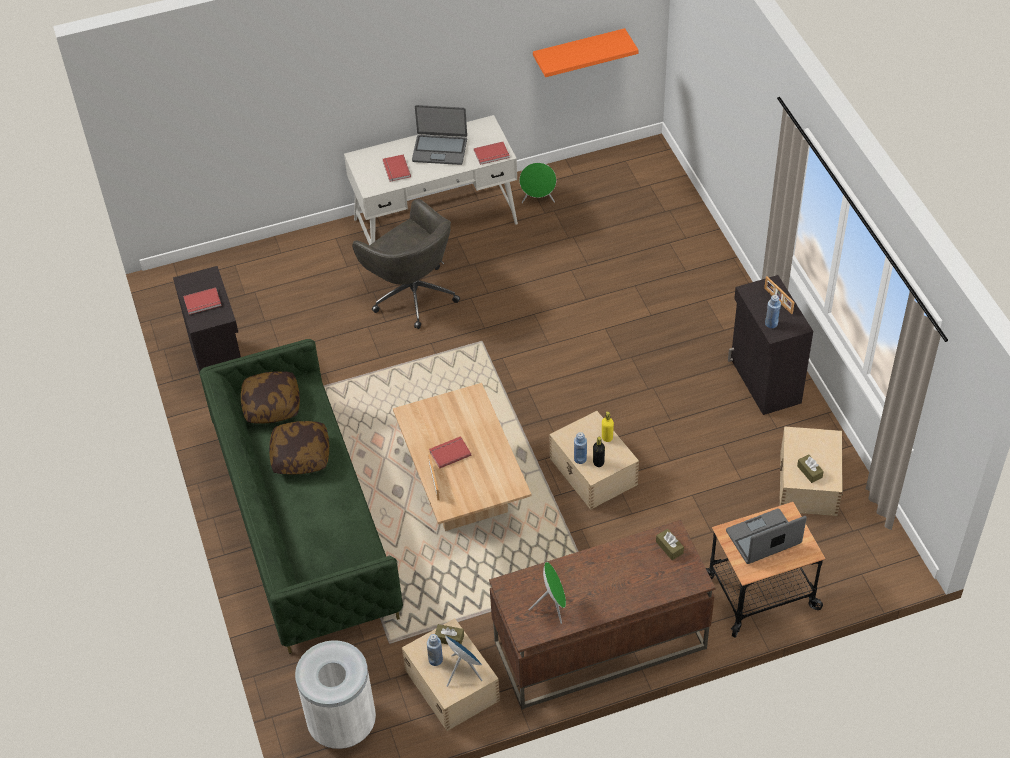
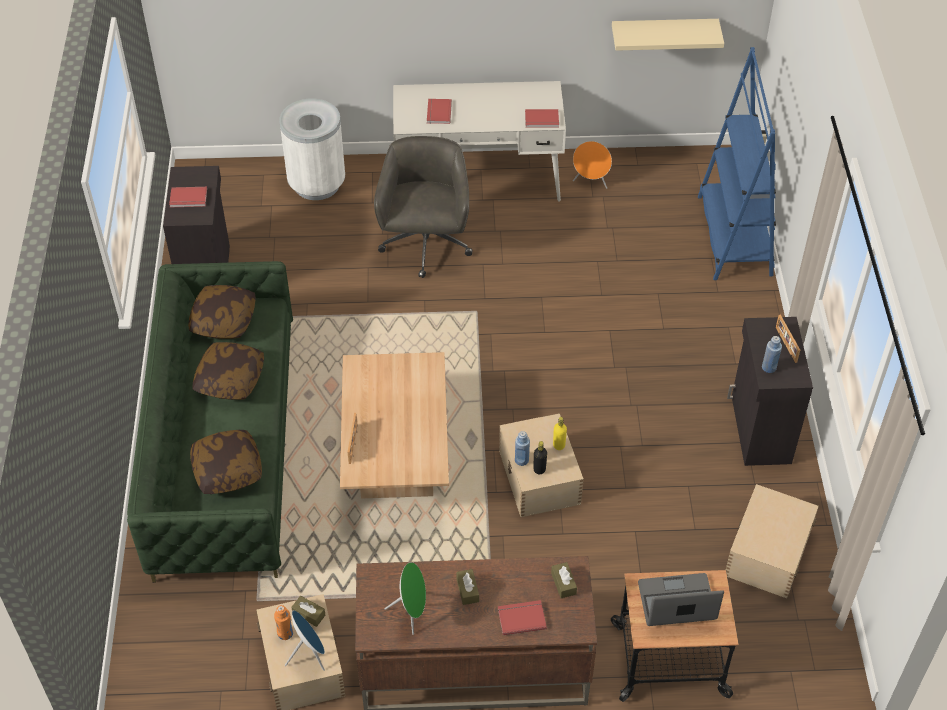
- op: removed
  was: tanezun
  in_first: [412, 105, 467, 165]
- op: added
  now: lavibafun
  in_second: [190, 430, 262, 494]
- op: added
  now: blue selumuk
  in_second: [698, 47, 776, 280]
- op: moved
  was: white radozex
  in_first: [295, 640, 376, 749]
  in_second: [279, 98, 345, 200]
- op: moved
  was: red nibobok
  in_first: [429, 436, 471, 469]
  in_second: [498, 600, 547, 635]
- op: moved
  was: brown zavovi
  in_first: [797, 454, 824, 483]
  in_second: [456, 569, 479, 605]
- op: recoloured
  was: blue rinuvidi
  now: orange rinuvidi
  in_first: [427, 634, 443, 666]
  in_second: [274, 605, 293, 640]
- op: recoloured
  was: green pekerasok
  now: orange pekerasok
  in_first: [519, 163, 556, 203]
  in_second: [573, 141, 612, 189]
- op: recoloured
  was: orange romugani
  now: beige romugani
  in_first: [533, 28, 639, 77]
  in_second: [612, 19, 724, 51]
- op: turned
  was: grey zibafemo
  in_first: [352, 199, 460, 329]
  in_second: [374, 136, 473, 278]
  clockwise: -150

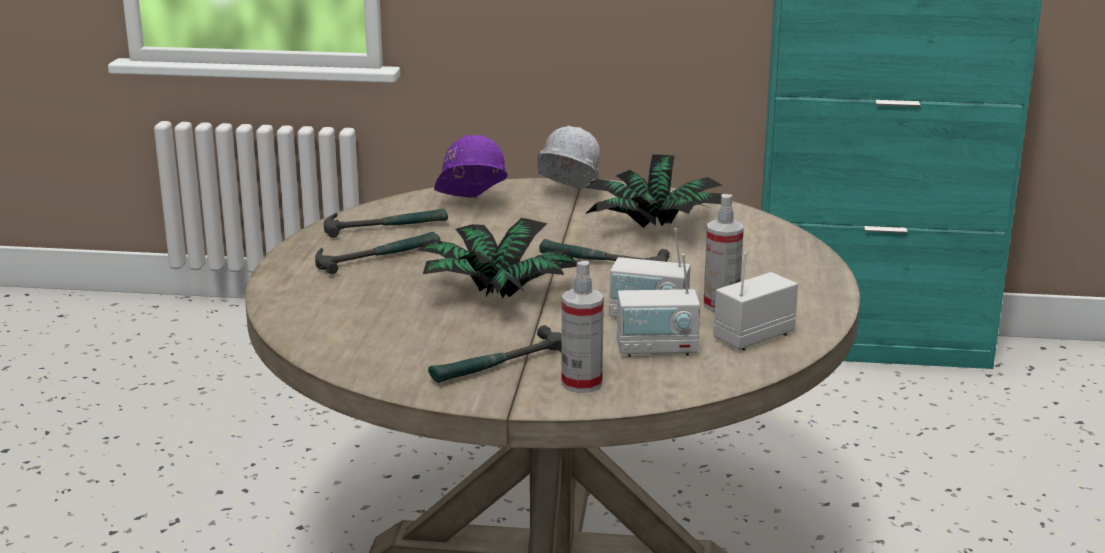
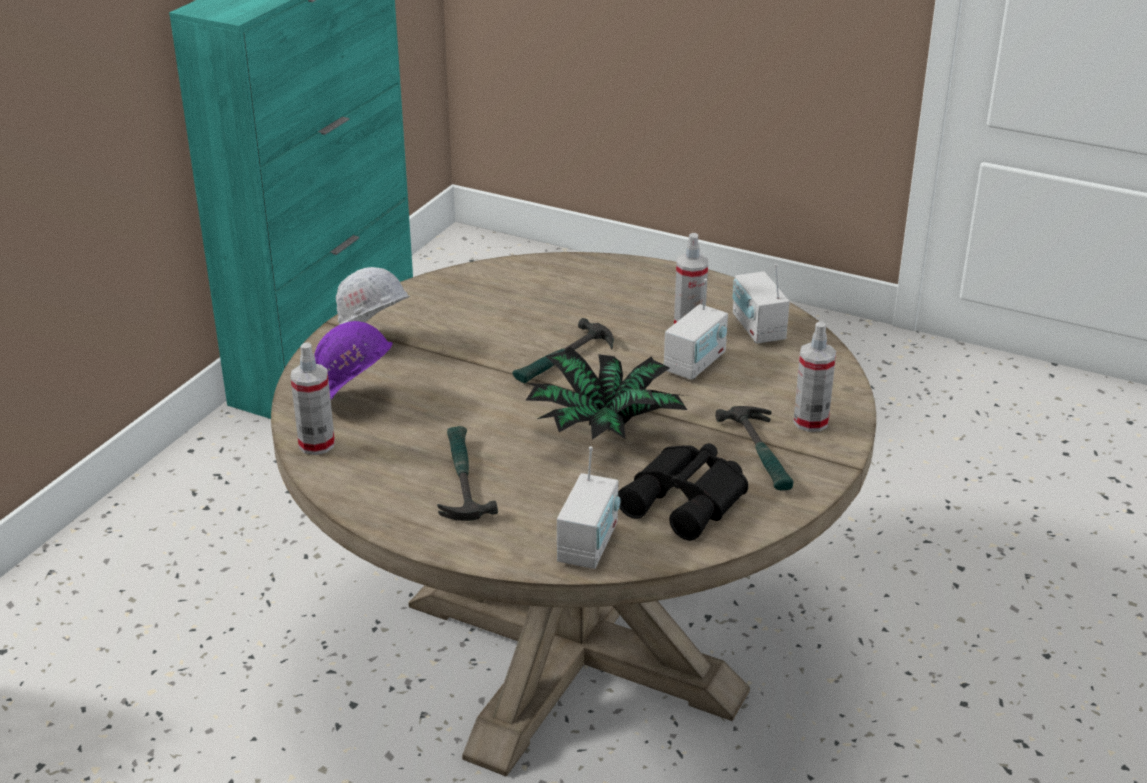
- op: removed
  was: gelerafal
  in_first: [324, 208, 448, 238]
- op: removed
  was: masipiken
  in_first: [585, 154, 722, 228]
- op: added
  now: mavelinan
  in_second: [290, 342, 335, 455]
- op: added
  now: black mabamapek
  in_second: [618, 443, 748, 540]
- op: moved
  was: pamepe
  in_first: [617, 254, 700, 357]
  in_second: [557, 446, 620, 569]

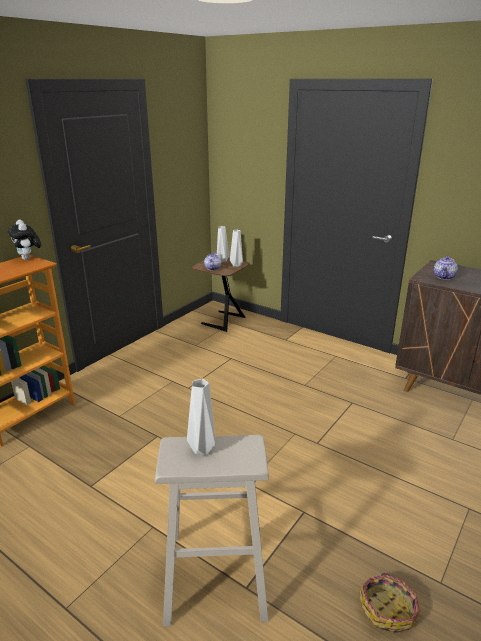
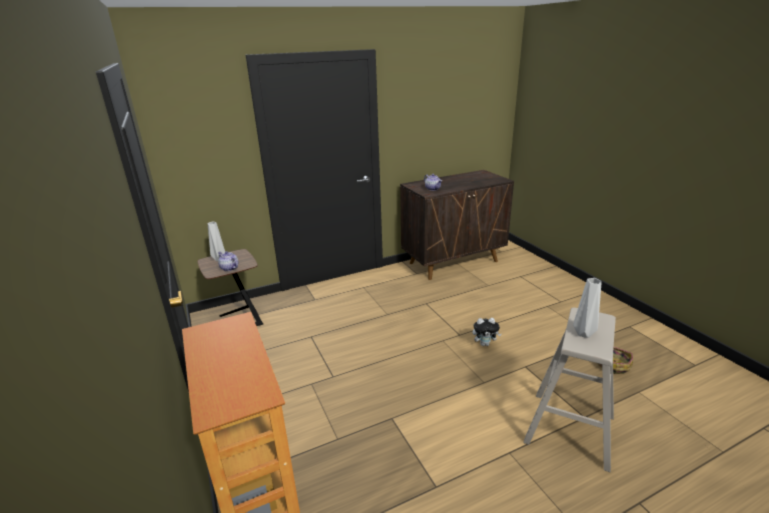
- op: removed
  was: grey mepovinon
  in_first: [230, 230, 243, 267]
- op: moved
  was: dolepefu
  in_first: [7, 220, 41, 260]
  in_second: [473, 318, 501, 346]

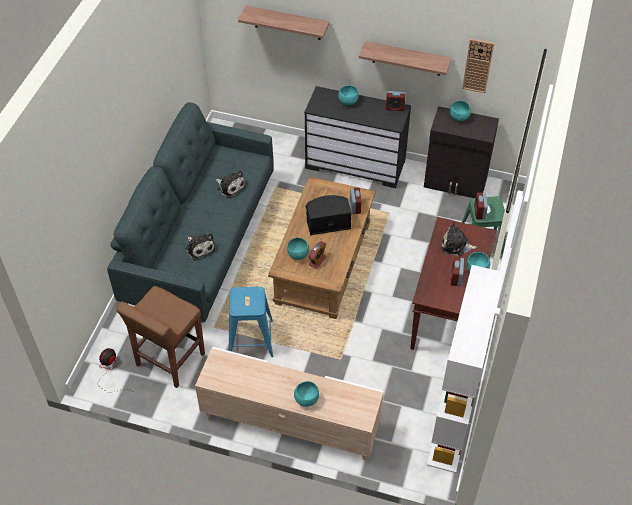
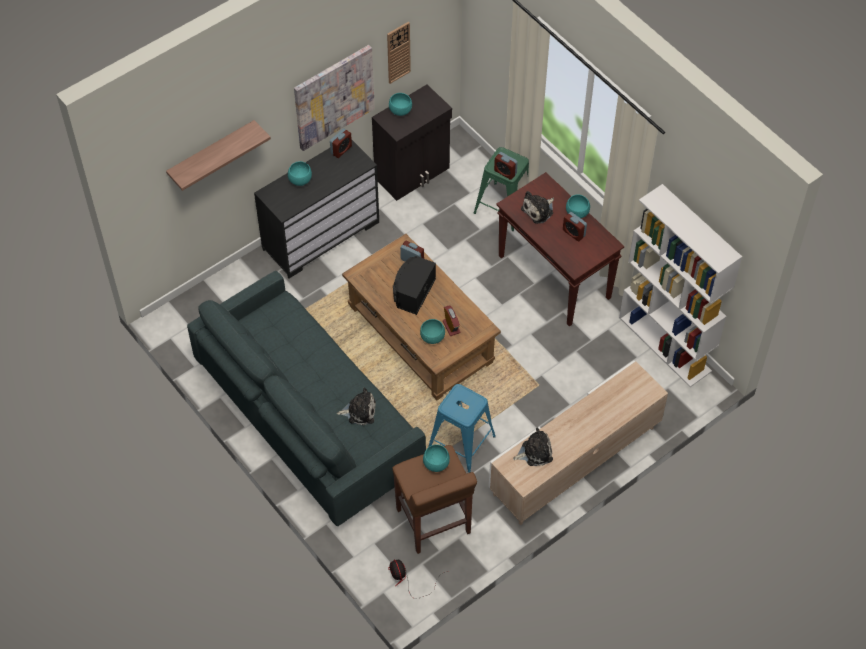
- op: moved
  was: dolepefu
  in_first: [215, 170, 246, 198]
  in_second: [513, 428, 553, 466]
- op: moved
  was: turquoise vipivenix
  in_first: [294, 381, 319, 407]
  in_second: [423, 444, 450, 472]
- op: replaced
  was: romugani
  now: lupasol
  in_first: [359, 41, 451, 76]
  in_second: [294, 45, 375, 151]

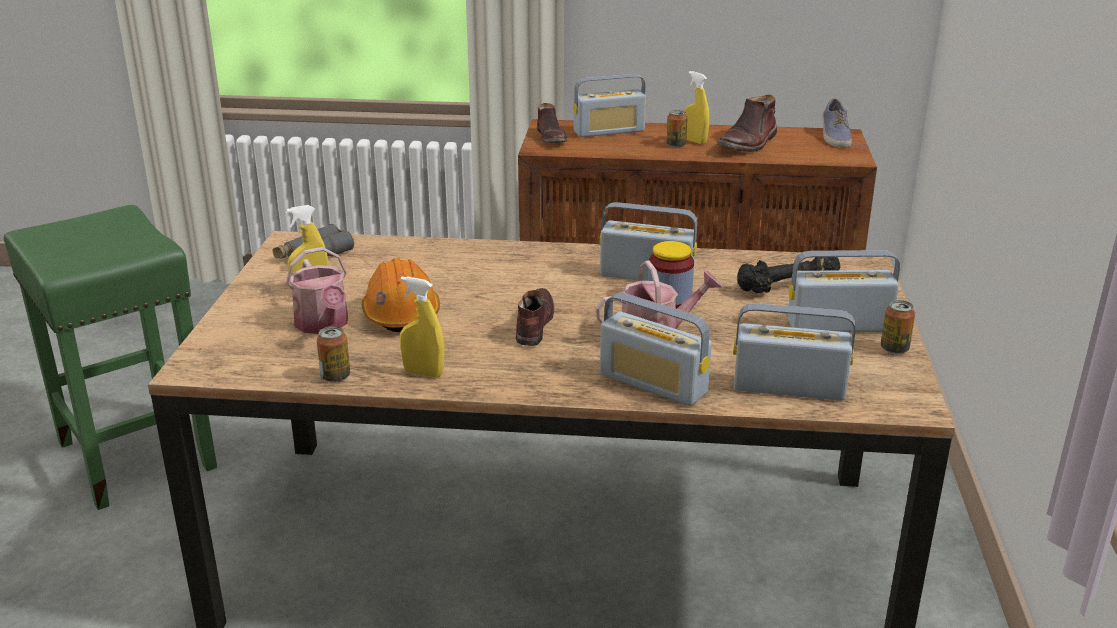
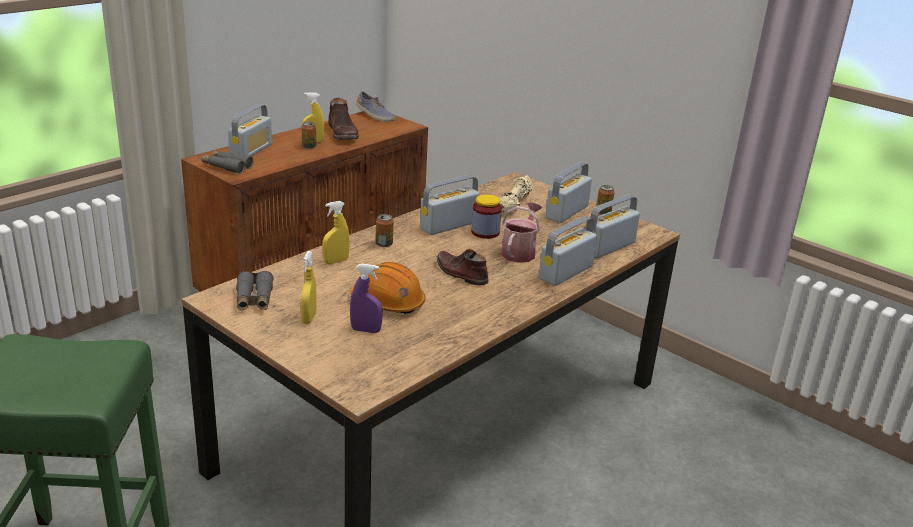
- op: moved
  was: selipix
  in_first: [317, 326, 350, 382]
  in_second: [375, 214, 394, 247]
- op: moved
  was: yellow mavelinan
  in_first: [400, 276, 444, 378]
  in_second: [323, 201, 350, 264]
- op: replaced
  was: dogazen
  now: purple mavelinan
  in_first: [286, 247, 348, 334]
  in_second: [350, 263, 383, 333]
- op: replaced
  was: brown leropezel
  now: grey mabamapek
  in_first: [537, 103, 567, 143]
  in_second: [201, 151, 253, 174]
- op: recoloured
  was: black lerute
  now: beige lerute
  in_first: [737, 257, 841, 293]
  in_second: [500, 175, 532, 213]
- op: turned
  was: pamepe
  in_first: [600, 293, 712, 406]
  in_second: [539, 216, 597, 286]
  clockwise: 150

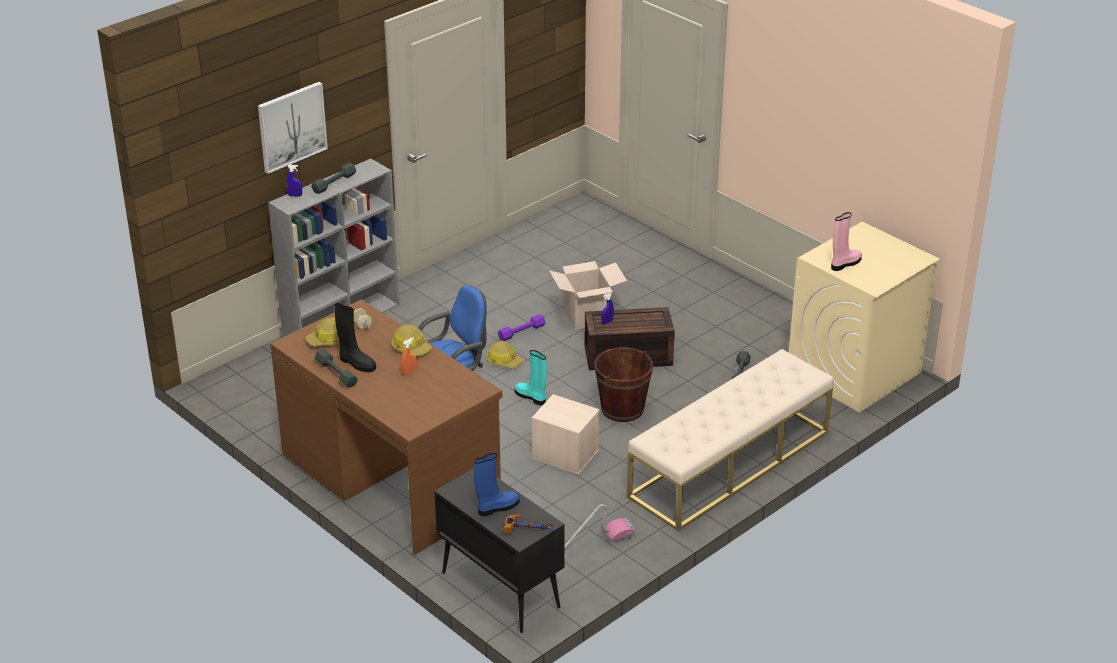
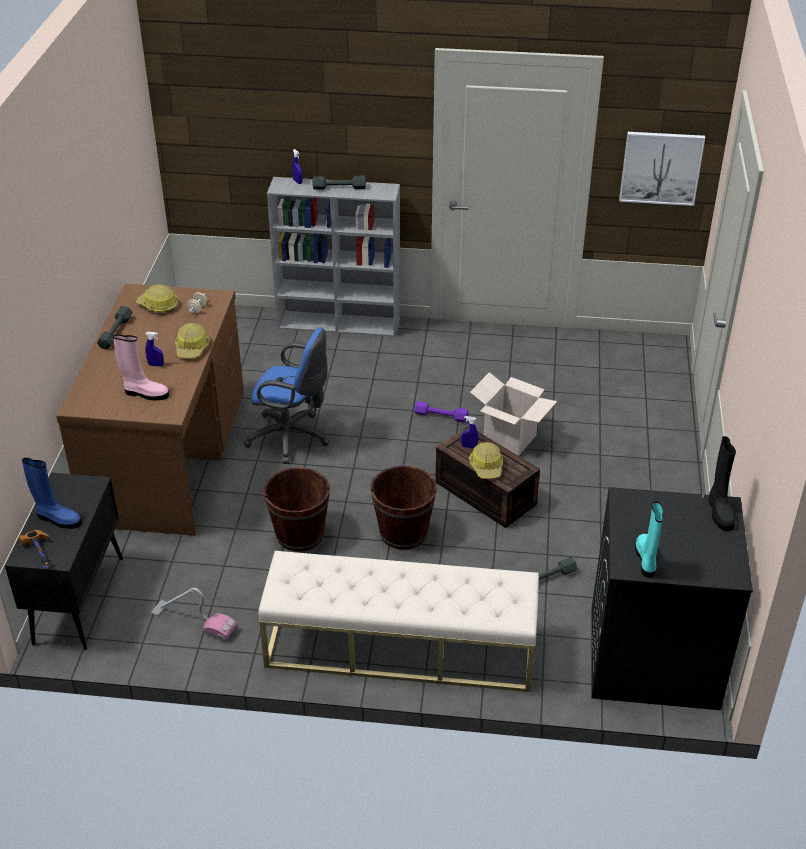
- op: moved
  was: lupasol
  in_first: [258, 82, 328, 174]
  in_second: [619, 132, 705, 206]
- op: moved
  was: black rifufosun
  in_first: [334, 303, 376, 372]
  in_second: [709, 436, 736, 531]
- op: moved
  was: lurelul
  in_first: [486, 341, 524, 369]
  in_second: [469, 442, 503, 479]
- op: moved
  was: turquoise rifufosun
  in_first: [515, 350, 547, 405]
  in_second: [635, 501, 663, 578]
- op: moved
  was: pink rifufosun
  in_first: [831, 212, 862, 271]
  in_second: [113, 334, 169, 400]
- op: replaced
  was: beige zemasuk
  now: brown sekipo
  in_first: [532, 394, 600, 475]
  in_second: [263, 467, 330, 552]
- op: recoloured
  was: orange mavelinan
  now: blue mavelinan
  in_first: [401, 338, 417, 375]
  in_second: [145, 332, 164, 367]
- op: recoloured
  was: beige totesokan
  now: black totesokan
  in_first: [789, 222, 940, 413]
  in_second: [591, 487, 753, 710]

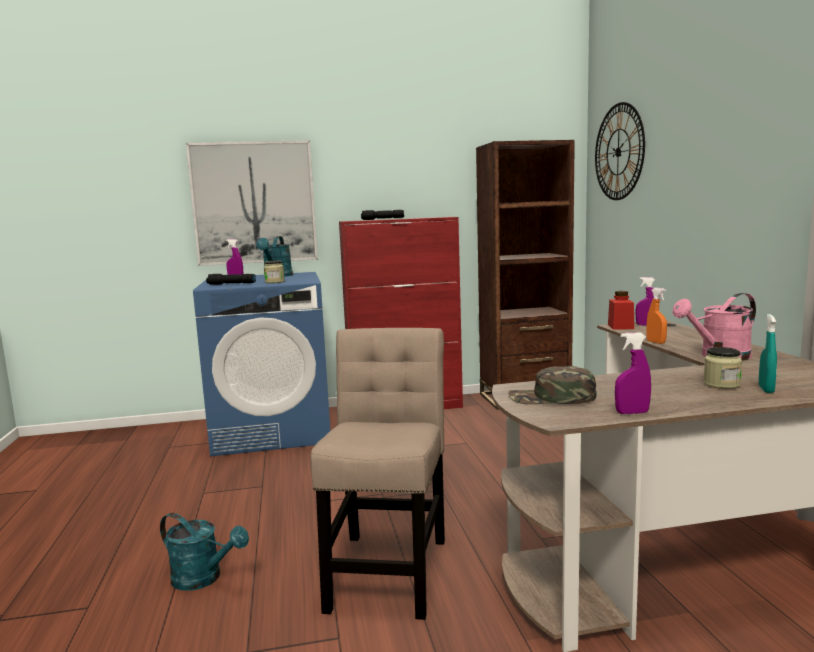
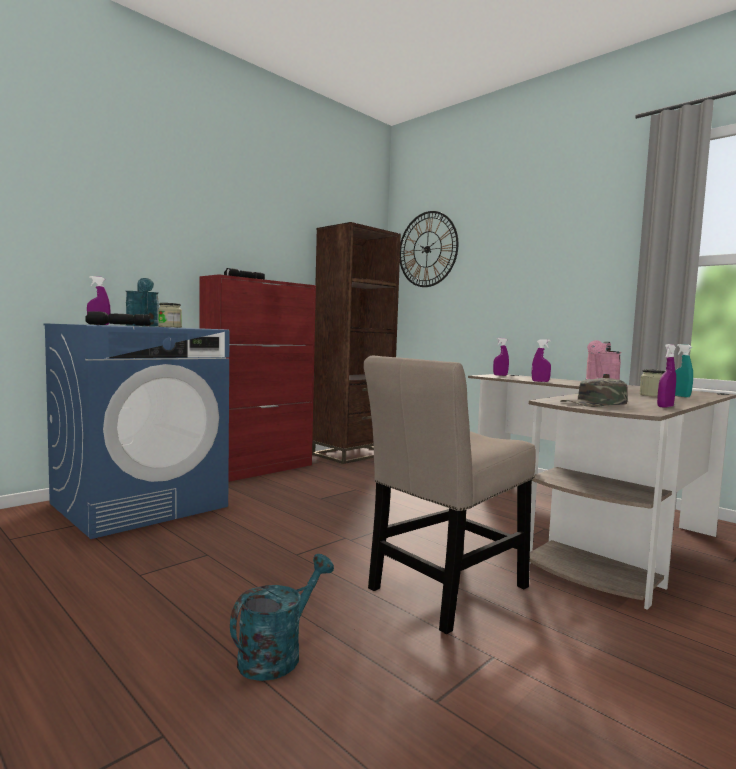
- op: removed
  was: lupasol
  in_first: [186, 140, 318, 266]
- op: removed
  was: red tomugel
  in_first: [608, 291, 634, 330]
- op: recoloured
  was: orange mavelinan
  now: purple mavelinan
  in_first: [646, 288, 667, 344]
  in_second: [532, 339, 551, 382]
- op: turned
  was: turquoise dogazen
  in_first: [160, 513, 249, 591]
  in_second: [230, 554, 334, 681]
  clockwise: -45
- op: turned
  was: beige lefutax
  in_first: [311, 328, 445, 620]
  in_second: [364, 356, 536, 634]
  clockwise: -105

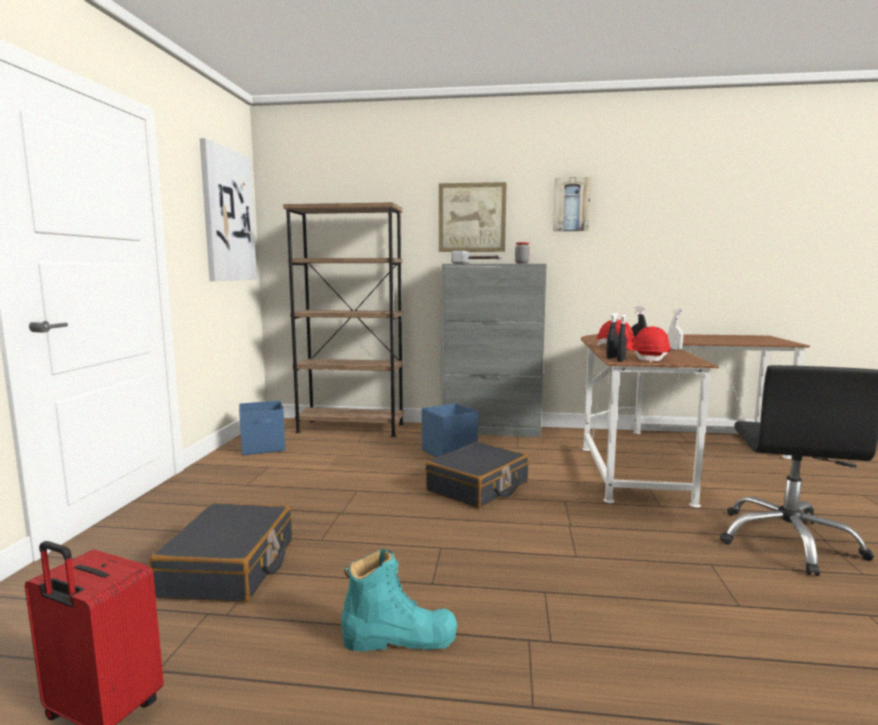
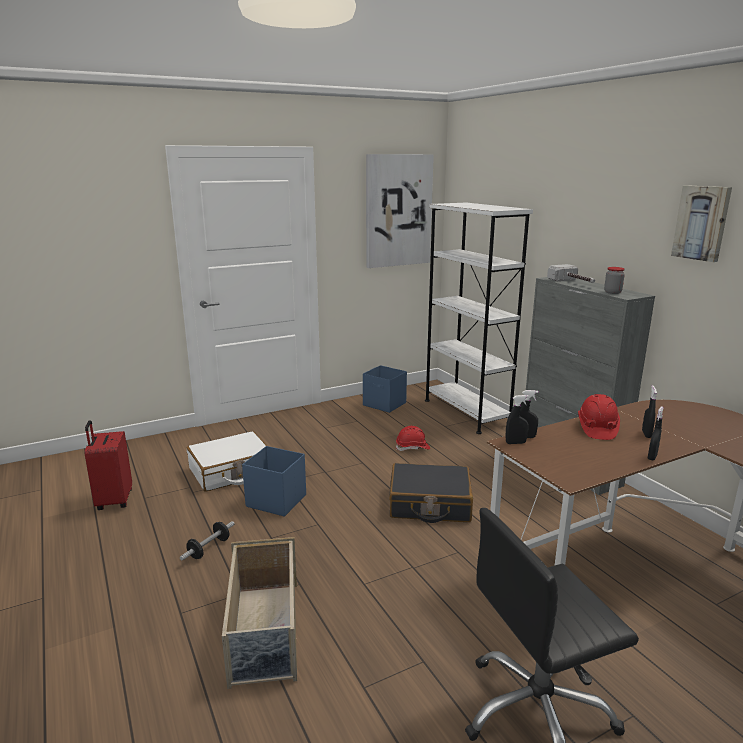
- op: removed
  was: lupasol
  in_first: [439, 182, 507, 252]
- op: added
  now: beige zemasuk
  in_second: [222, 537, 297, 689]
- op: moved
  was: blue zemasuk
  in_first: [422, 403, 478, 458]
  in_second: [242, 446, 306, 517]
- op: moved
  was: red lurelul
  in_first: [632, 326, 671, 363]
  in_second: [396, 426, 430, 451]
- op: replaced
  was: turquoise rifufosun
  now: lerute
  in_first: [341, 549, 457, 651]
  in_second: [180, 521, 235, 561]
- op: recoloured
  was: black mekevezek
  now: white mekevezek
  in_first: [149, 503, 292, 603]
  in_second: [187, 431, 267, 492]
- op: recoloured
  was: brown selumuk
  now: white selumuk
  in_first: [283, 202, 404, 437]
  in_second: [425, 203, 533, 434]
- op: recoloured
  was: white mavelinan
  now: black mavelinan
  in_first: [668, 309, 683, 350]
  in_second: [648, 406, 664, 460]

